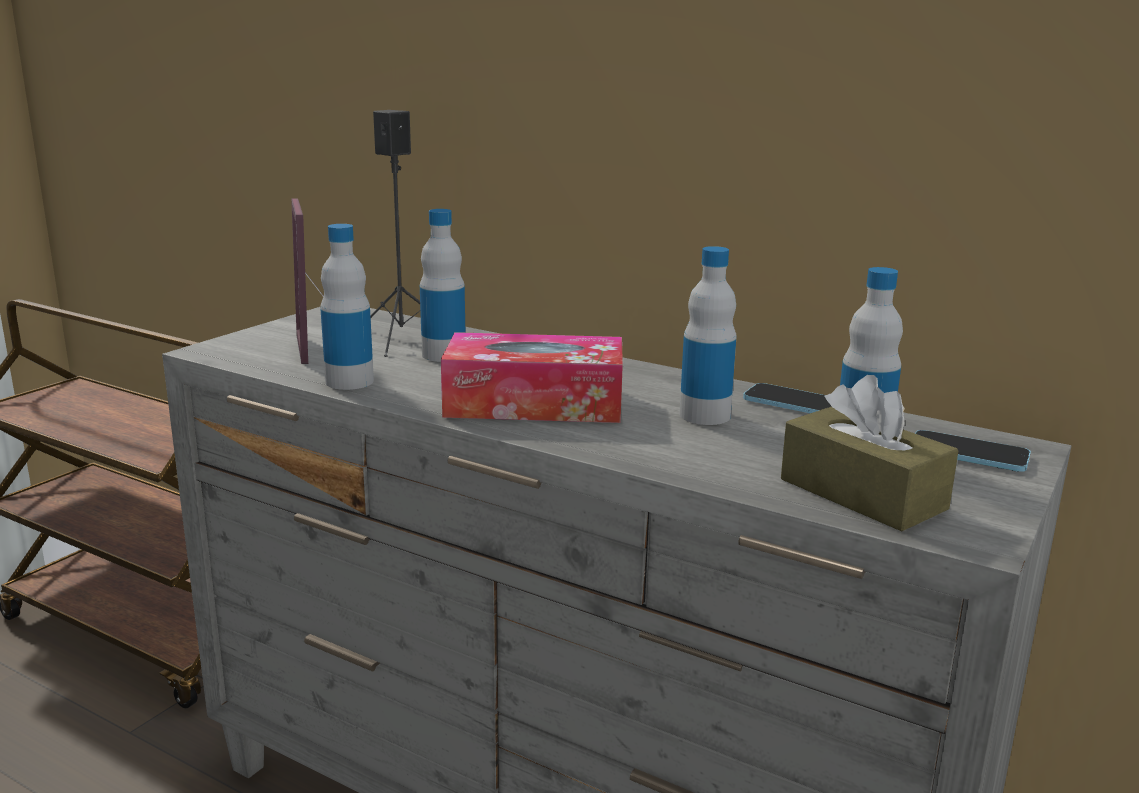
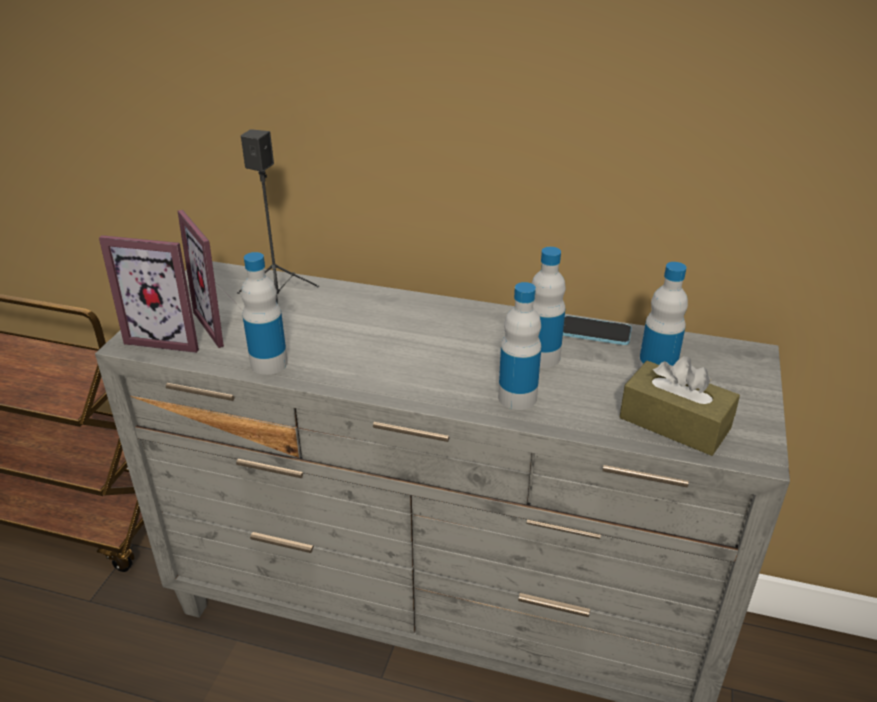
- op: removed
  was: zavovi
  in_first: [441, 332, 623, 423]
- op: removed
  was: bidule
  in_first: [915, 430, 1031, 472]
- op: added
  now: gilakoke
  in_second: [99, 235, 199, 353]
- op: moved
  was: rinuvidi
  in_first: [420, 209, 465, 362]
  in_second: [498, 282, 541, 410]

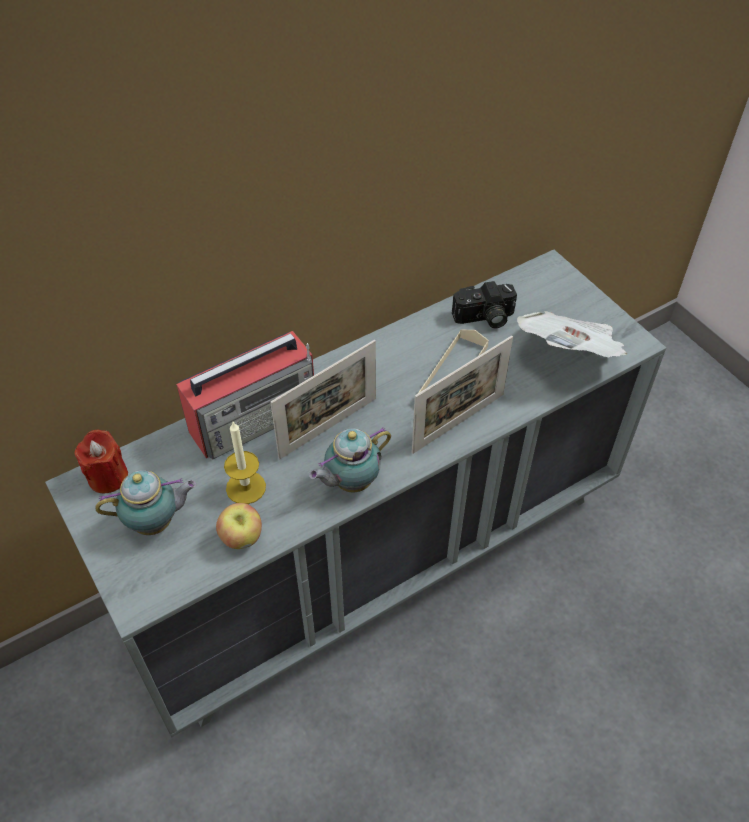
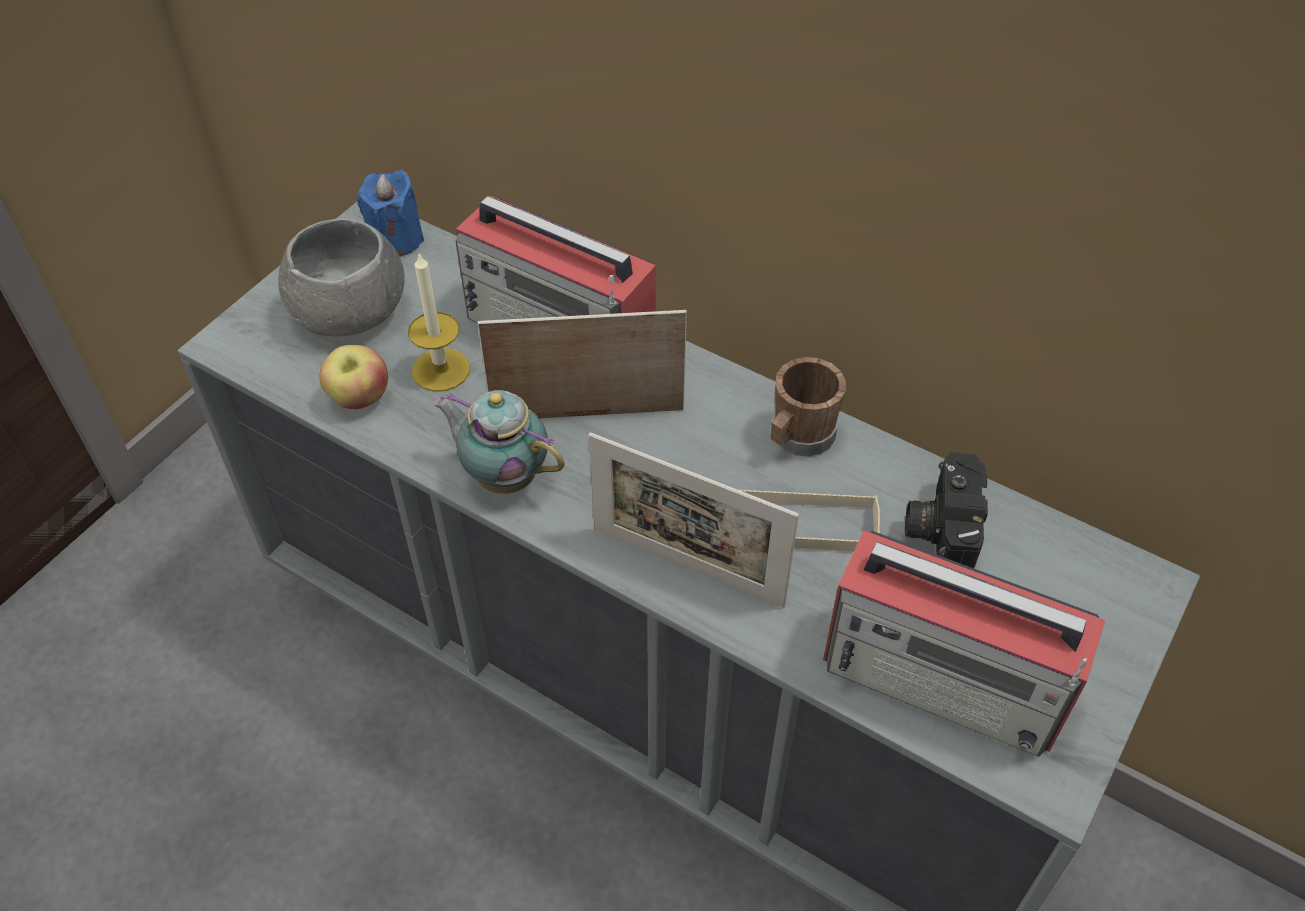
- op: added
  now: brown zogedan
  in_second: [771, 357, 846, 457]
- op: replaced
  was: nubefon
  now: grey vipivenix
  in_first: [95, 470, 197, 535]
  in_second: [278, 218, 405, 336]
- op: replaced
  was: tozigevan
  now: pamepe
  in_first: [517, 311, 628, 357]
  in_second: [823, 531, 1105, 757]
- op: recoloured
  was: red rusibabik
  now: blue rusibabik
  in_first: [74, 430, 128, 493]
  in_second: [357, 170, 424, 257]
- op: turned
  was: gilakoke
  in_first: [271, 340, 376, 459]
  in_second: [477, 310, 687, 418]
  clockwise: 150
- op: turned
  was: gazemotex
  in_first: [452, 281, 517, 329]
  in_second: [905, 452, 988, 568]
  clockwise: 45

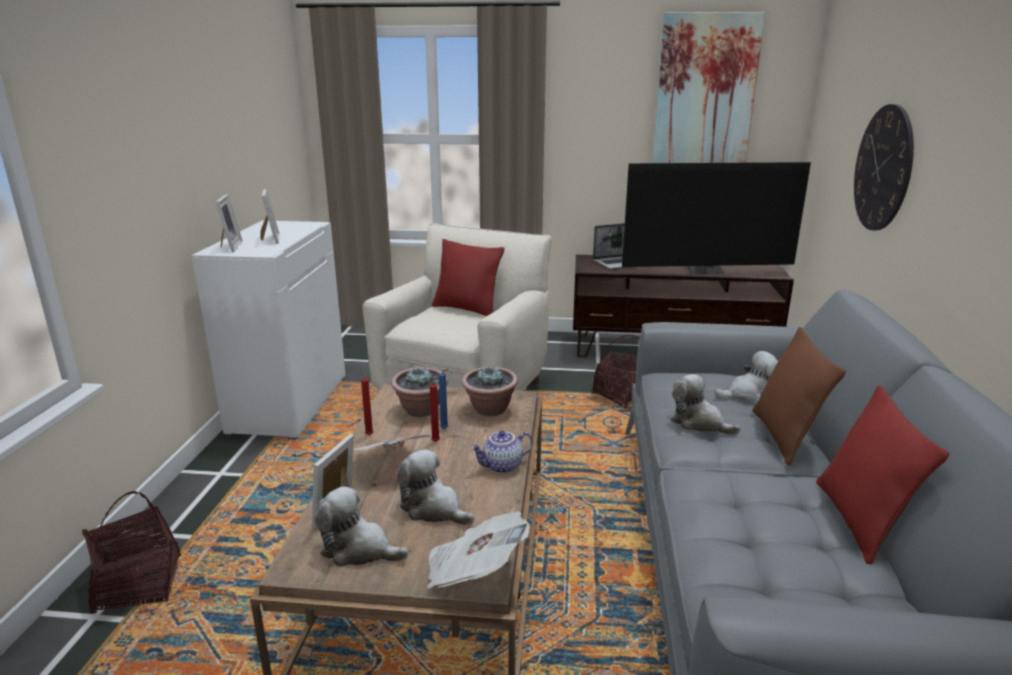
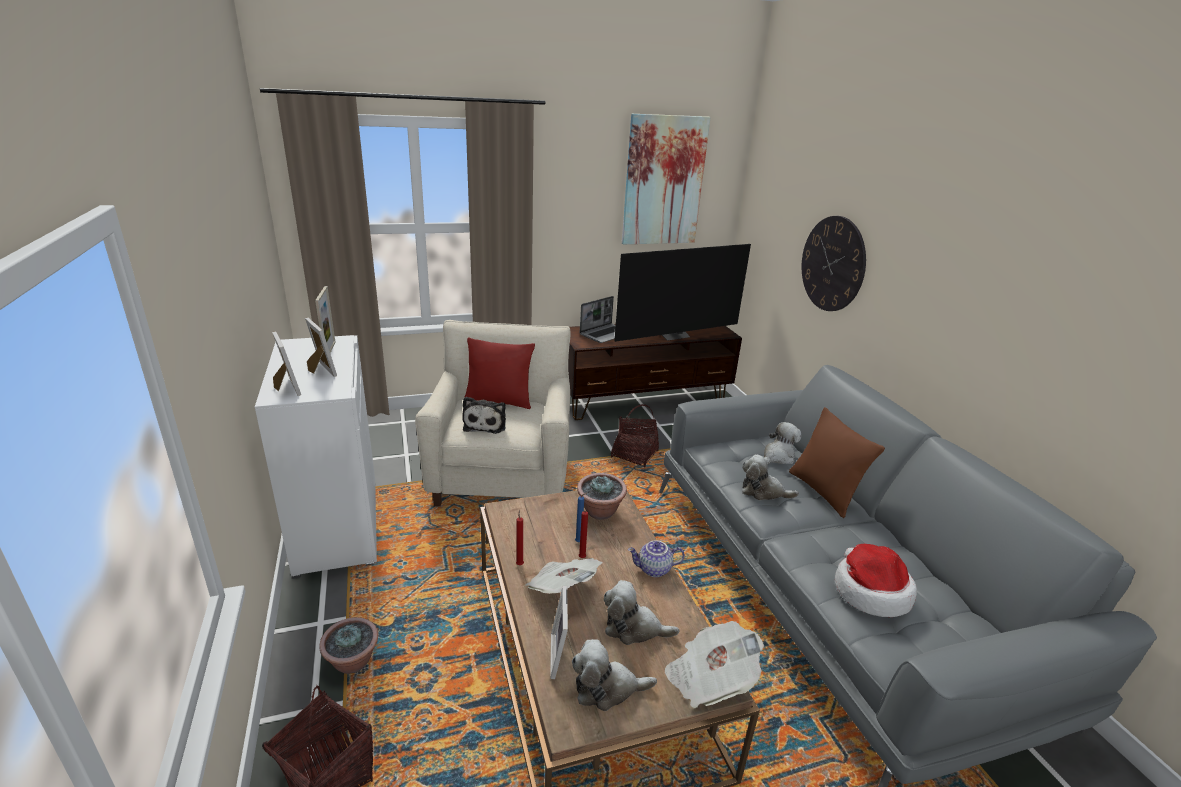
- op: removed
  was: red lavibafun
  in_first: [816, 385, 950, 565]
- op: added
  now: gilakoke
  in_second: [315, 286, 335, 353]
- op: added
  now: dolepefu
  in_second: [462, 397, 506, 434]
- op: added
  now: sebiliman
  in_second: [835, 544, 917, 617]
- op: moved
  was: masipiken
  in_first: [391, 367, 448, 417]
  in_second: [319, 617, 378, 674]
- op: turned
  was: nubefon
  in_first: [470, 430, 533, 474]
  in_second: [628, 540, 685, 577]
  clockwise: 45

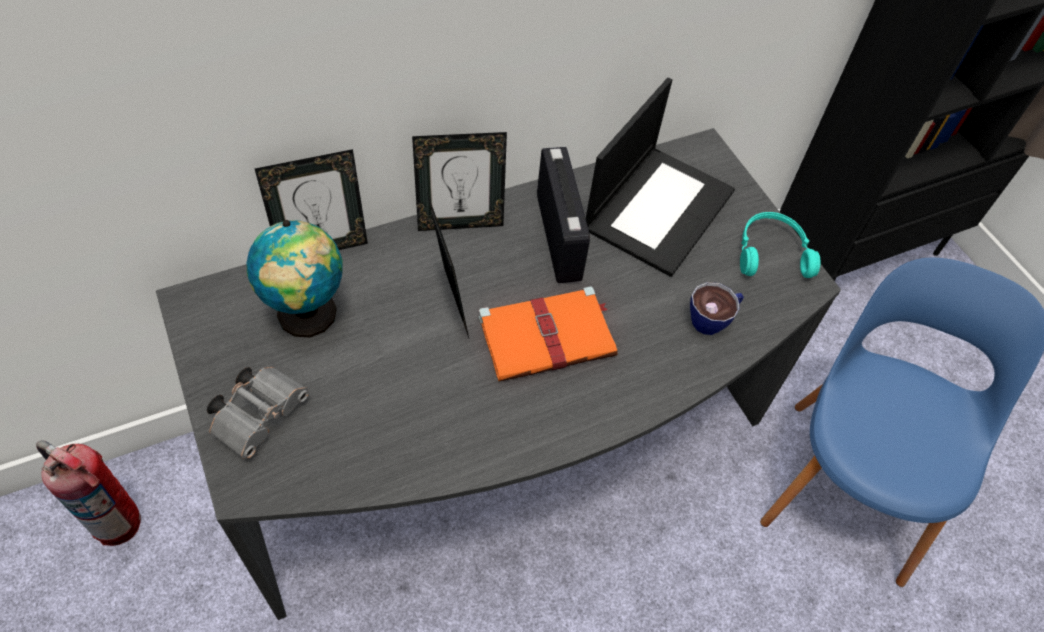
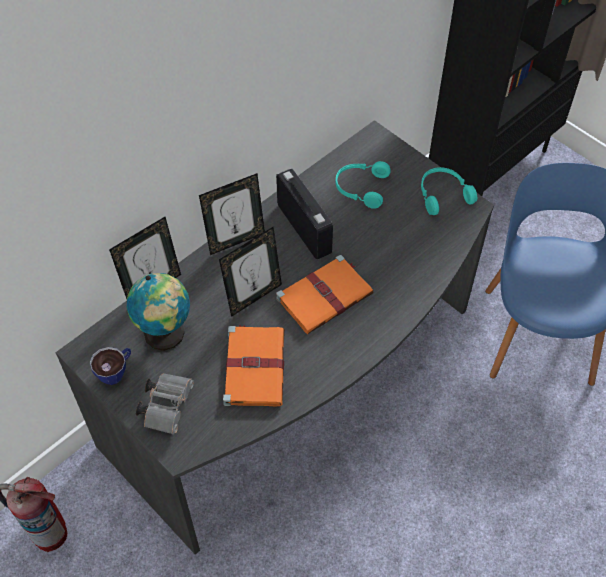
- op: added
  now: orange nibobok
  in_second: [223, 325, 285, 407]
- op: moved
  was: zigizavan
  in_first: [690, 282, 744, 335]
  in_second: [90, 347, 131, 385]
- op: replaced
  was: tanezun
  now: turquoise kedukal
  in_first: [586, 78, 735, 277]
  in_second: [335, 161, 391, 209]
- op: turned
  was: gilakoke
  in_first: [427, 193, 469, 338]
  in_second: [219, 227, 282, 317]
  clockwise: 90

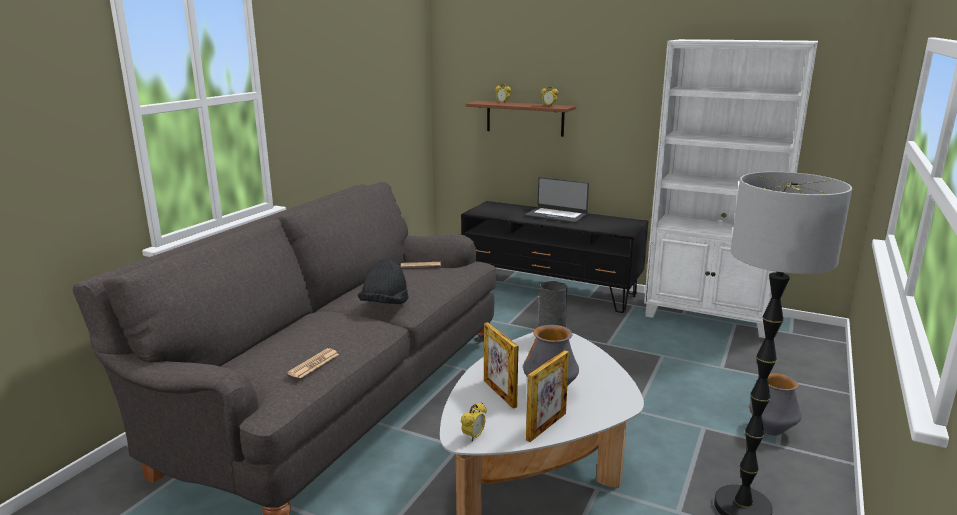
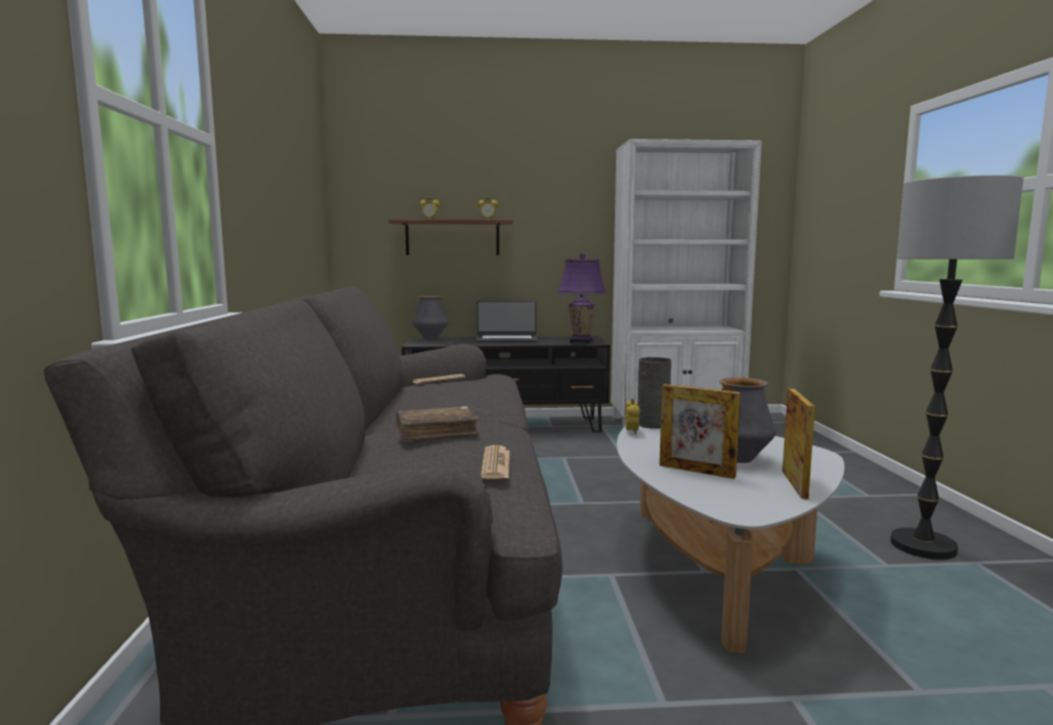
- op: removed
  was: black sebiliman
  in_first: [358, 258, 408, 304]
- op: added
  now: brown nibobok
  in_second: [396, 406, 480, 442]
- op: added
  now: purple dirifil
  in_second: [557, 253, 607, 344]
- op: moved
  was: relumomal
  in_first: [461, 403, 487, 441]
  in_second: [625, 398, 640, 434]
- op: moved
  was: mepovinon
  in_first: [749, 373, 802, 436]
  in_second: [412, 296, 449, 340]

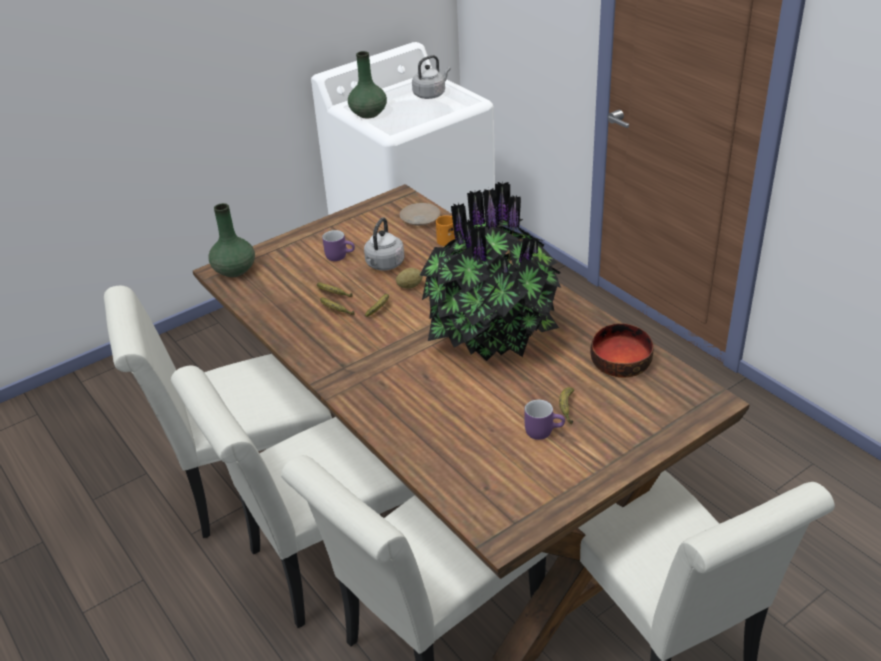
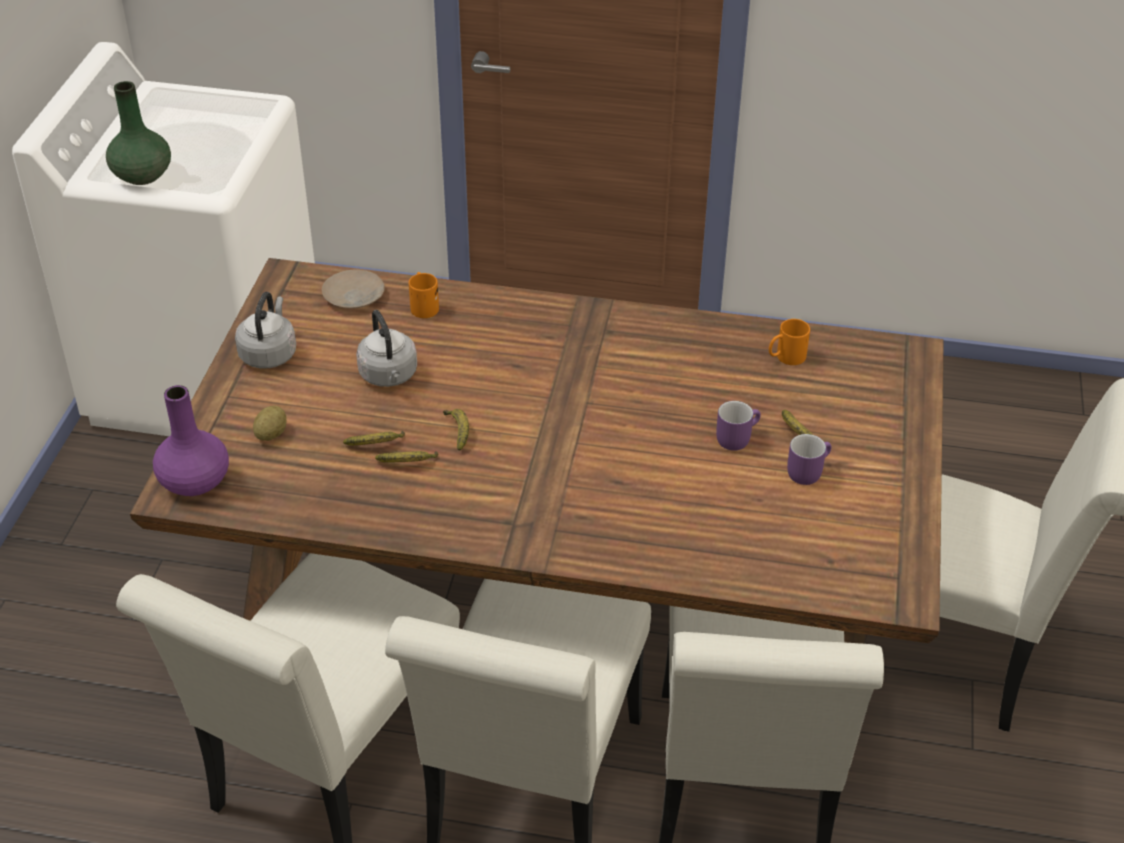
- op: removed
  was: masipiken
  in_first: [419, 182, 561, 361]
- op: moved
  was: purple zogedan
  in_first: [322, 230, 355, 261]
  in_second: [716, 401, 761, 451]
- op: moved
  was: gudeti
  in_first: [396, 268, 423, 288]
  in_second: [253, 406, 287, 441]
- op: moved
  was: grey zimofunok
  in_first: [412, 55, 451, 99]
  in_second: [235, 292, 296, 368]
- op: replaced
  was: vipivenix
  now: orange zogedan
  in_first: [590, 323, 654, 378]
  in_second: [769, 319, 810, 365]
- op: recoloured
  was: green mepovinon
  now: purple mepovinon
  in_first: [208, 203, 255, 277]
  in_second: [153, 385, 229, 496]

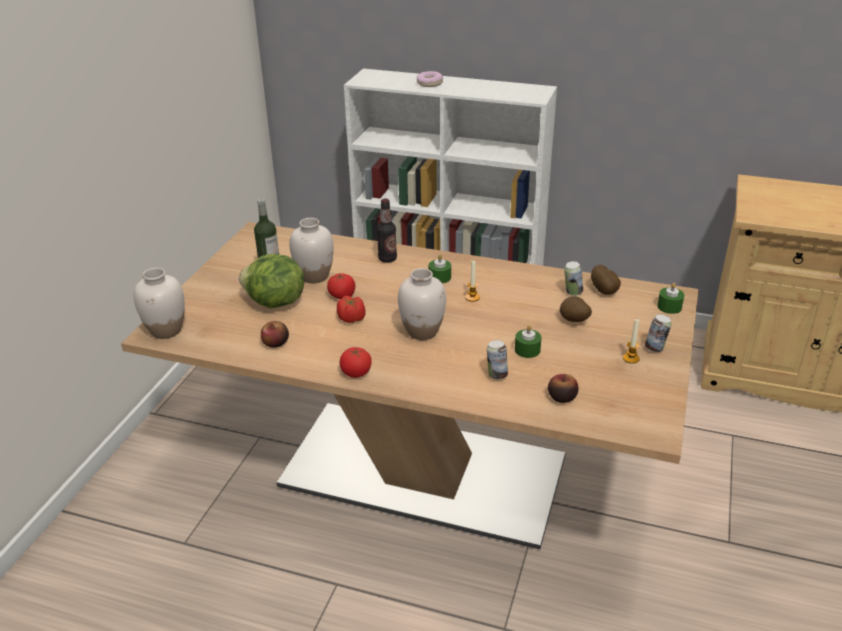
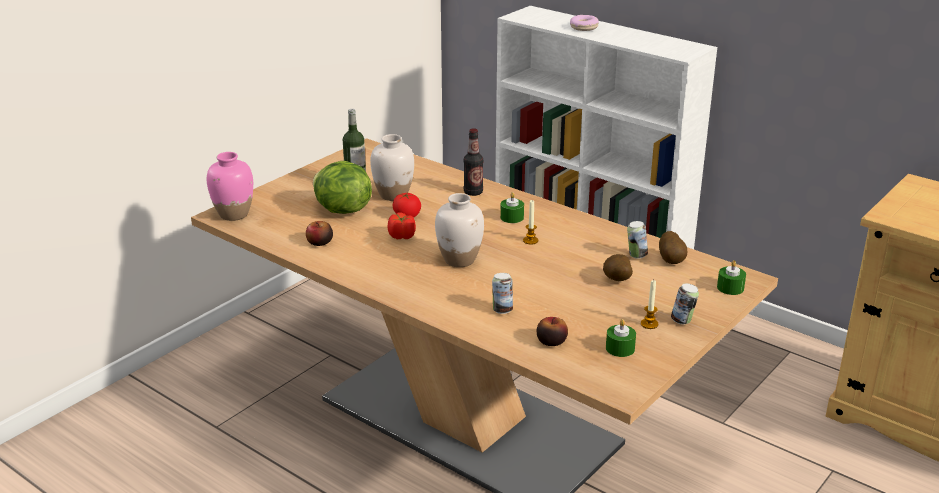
- op: removed
  was: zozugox
  in_first: [340, 347, 372, 378]
- op: moved
  was: green rusibabik
  in_first: [515, 325, 542, 358]
  in_second: [606, 319, 636, 357]
- op: recoloured
  was: white mepovinon
  now: pink mepovinon
  in_first: [134, 268, 185, 339]
  in_second: [207, 152, 253, 221]

